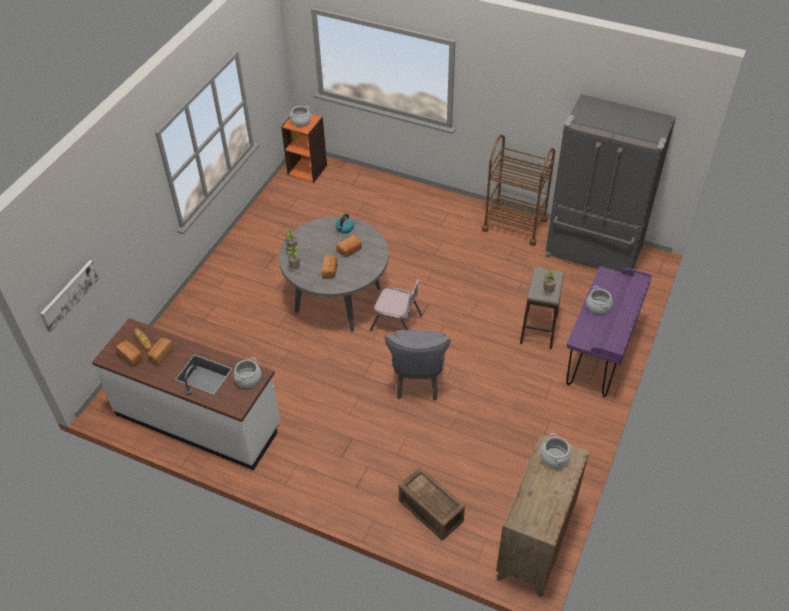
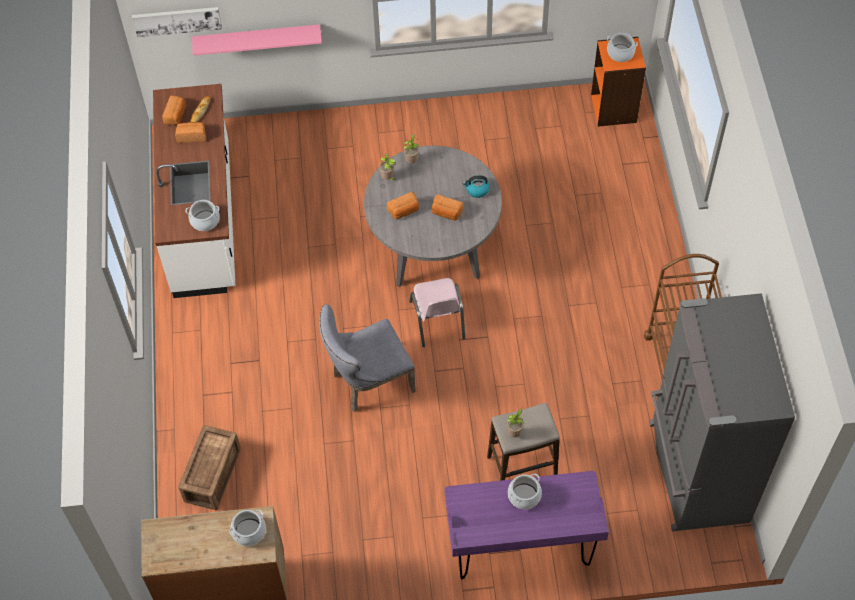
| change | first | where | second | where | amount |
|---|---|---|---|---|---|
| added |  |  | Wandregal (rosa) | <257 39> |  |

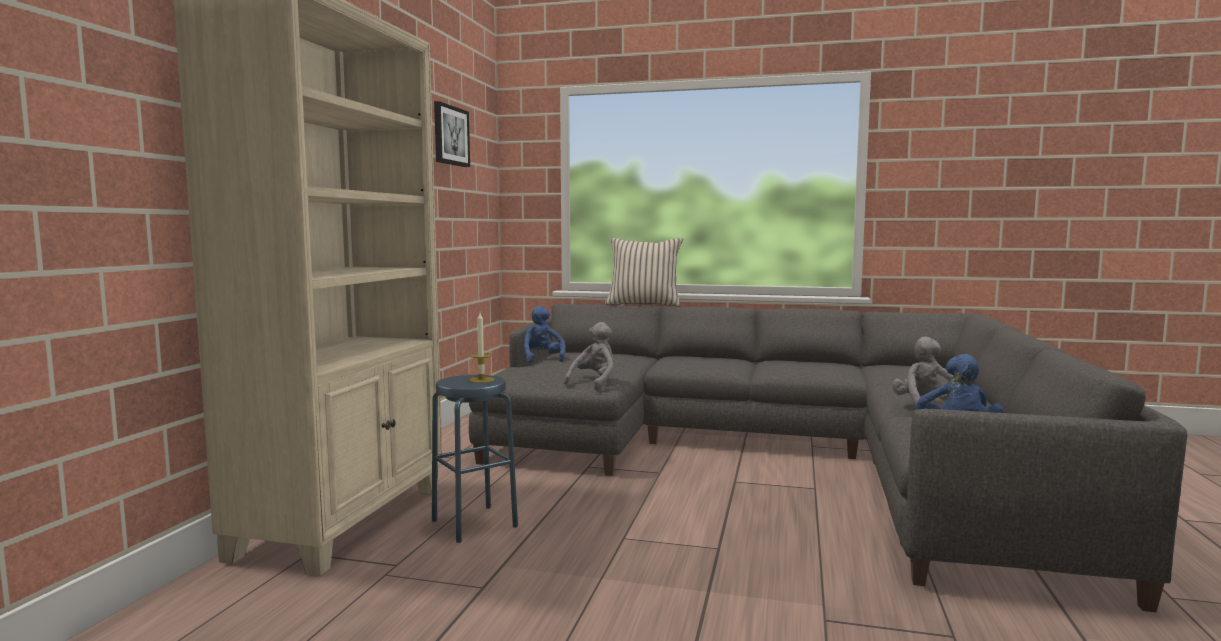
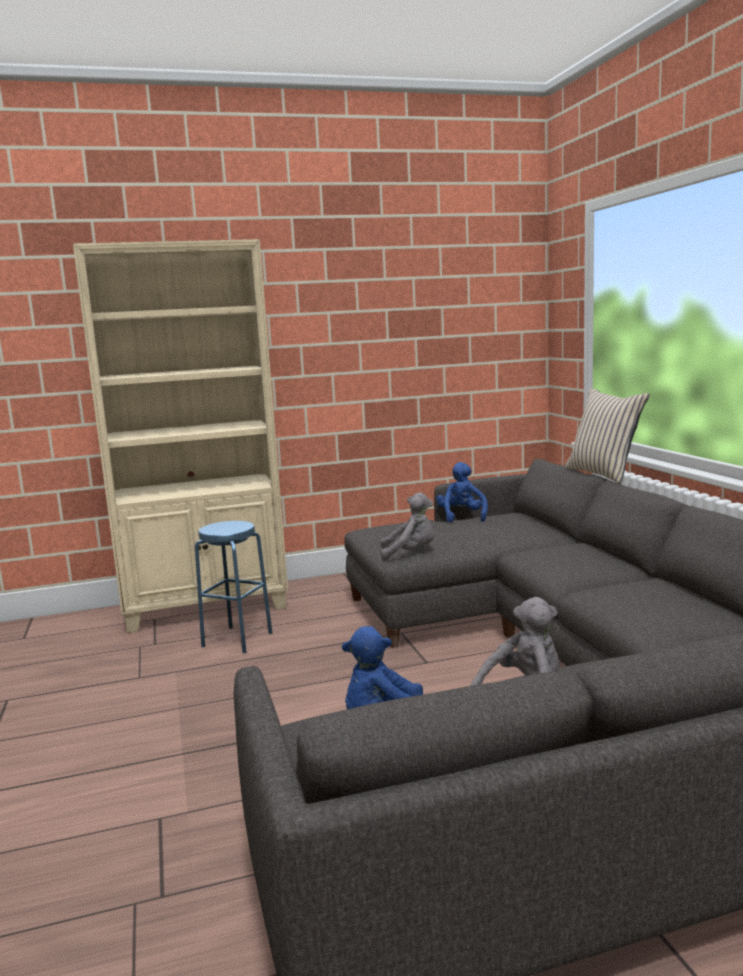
| change | first | where | second | where | amount |
|---|---|---|---|---|---|
| turned | Plüschtier (blau) | <540 359> |  | <462 517> | 45 degrees counterclockwise |
| removed | Bild | <450 135> |  |  |  |
| removed | Kerze | <481 380> |  |  |  |

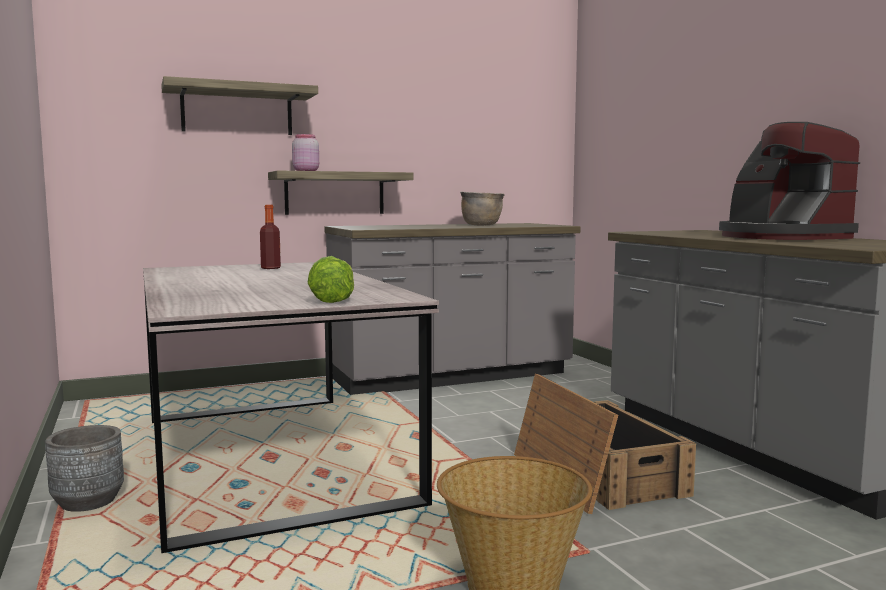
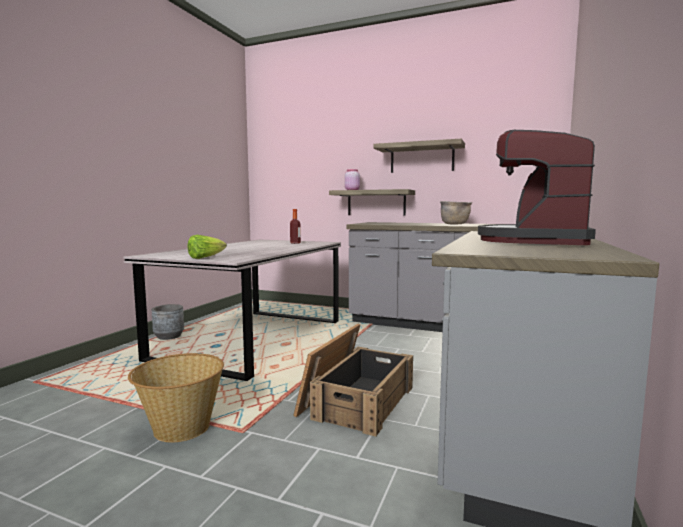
| change | first | where | second | where | amount |
|---|---|---|---|---|---|
| moved | Wandregal | <237 111> |  | <422 158> |  |

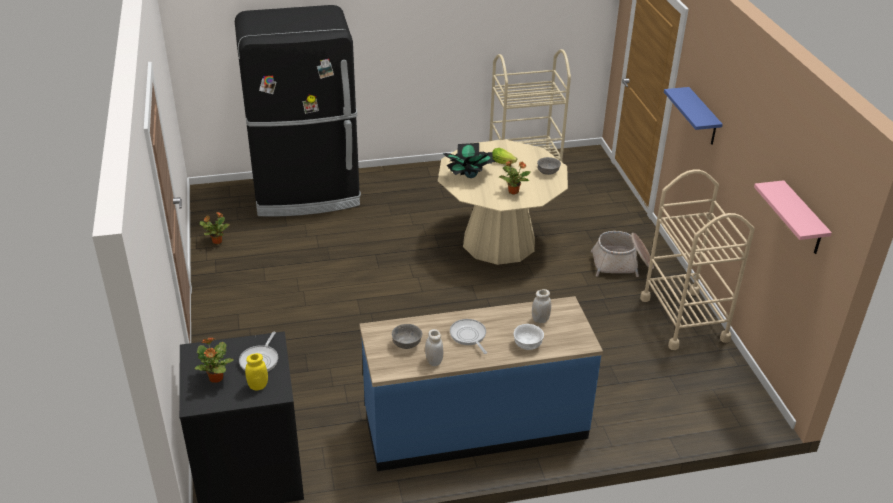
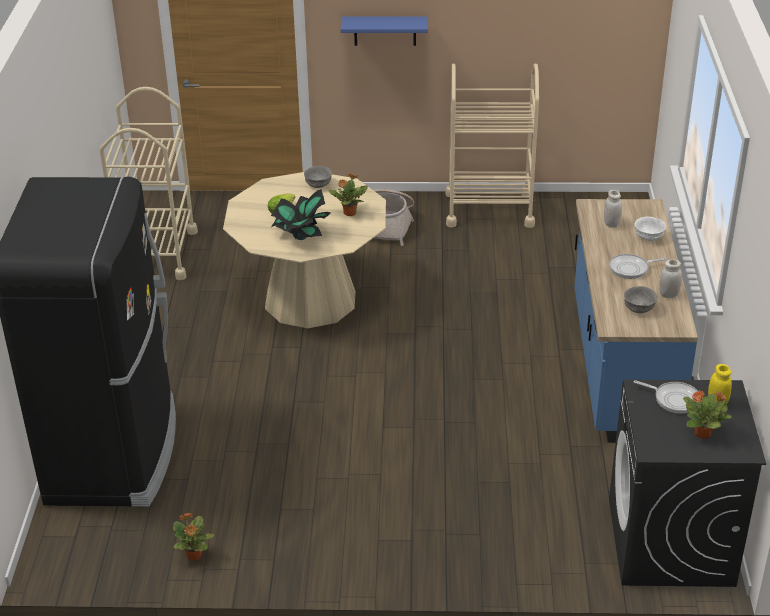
| change | first | where | second | where | amount |
|---|---|---|---|---|---|
| removed | Wandregal (rosa) | <803 219> |  |  |  |

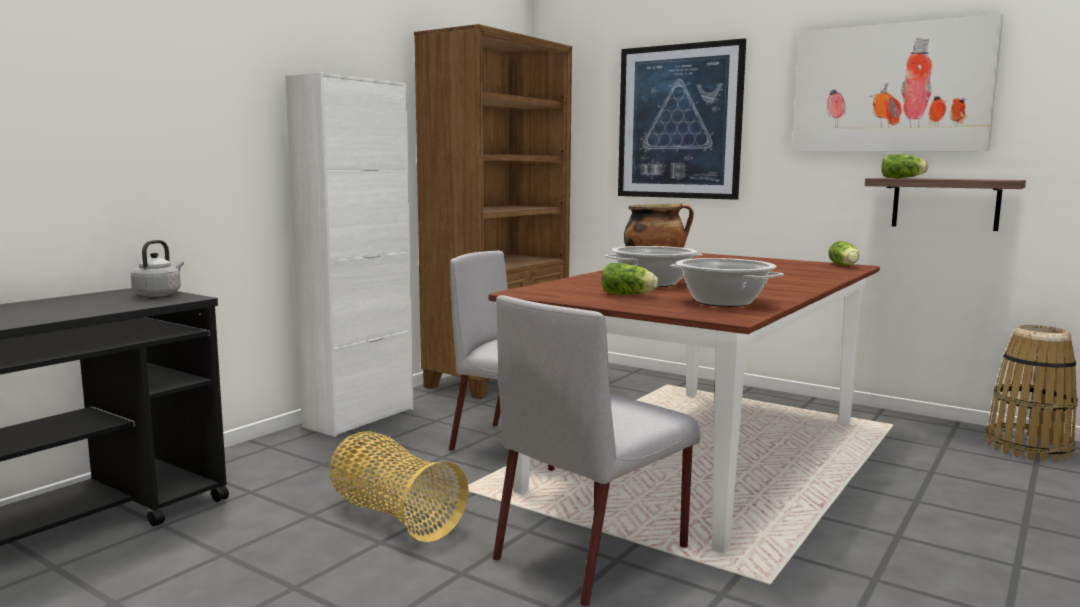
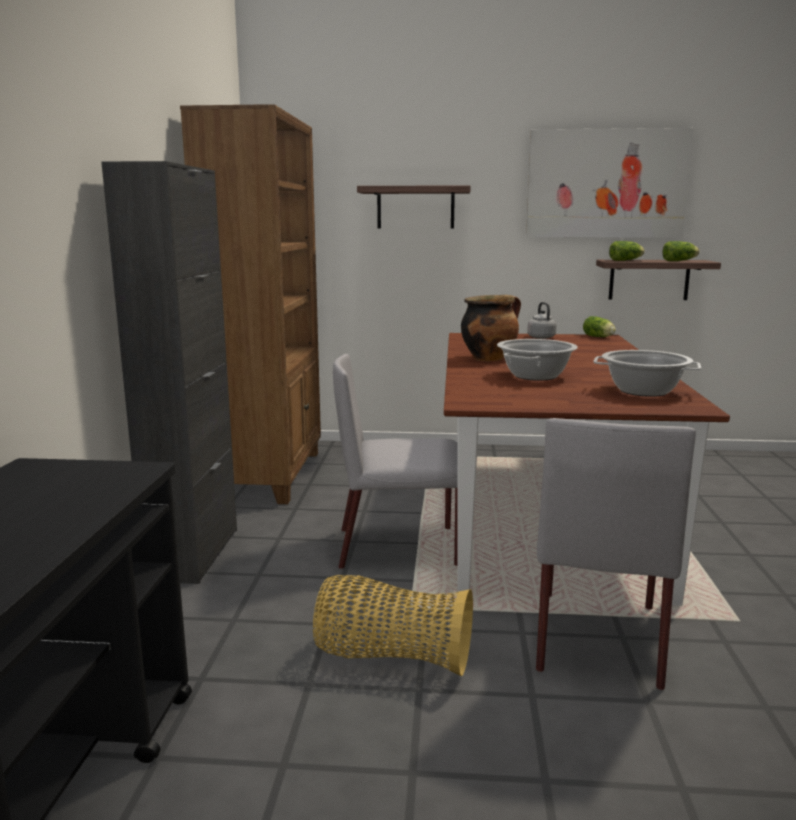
| change | first | where | second | where | amount |
|---|---|---|---|---|---|
| recoloured | Schrank (weiß) | <359 417> | Schrank (schwarz) | <194 554> |  |
| replaced | Bild | <679 122> | Wandregal | <415 208> |  |
| moved | Wasserkessel (grau) | <159 294> |  | <540 337> |  |
| moved | Salatkopf | <629 294> |  | <680 261> |  |
| removed | Korb | <1028 448> |  |  |  |

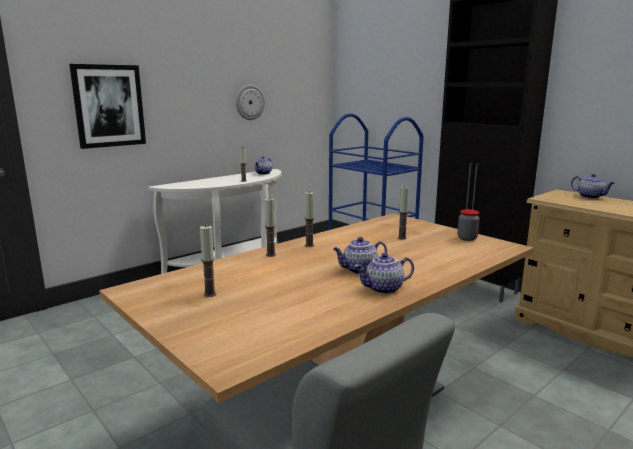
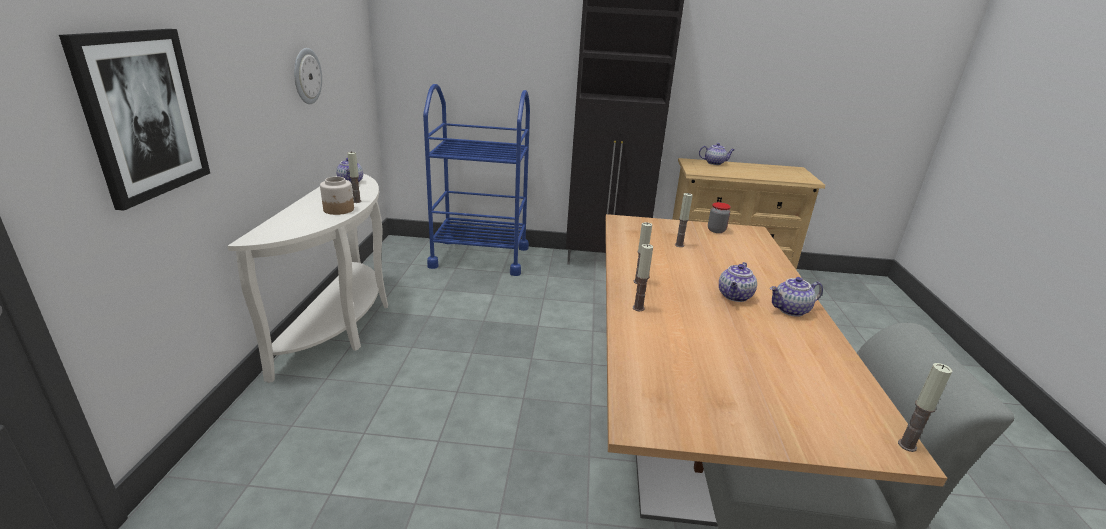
| change | first | where | second | where | amount |
|---|---|---|---|---|---|
| added |  |  | Vorratsglas | <339 209> |  |
| turned | Teekanne | <384 289> |  | <791 310> | 45 degrees clockwise |
| moved | Kerze | <210 294> |  | <907 445> |  |

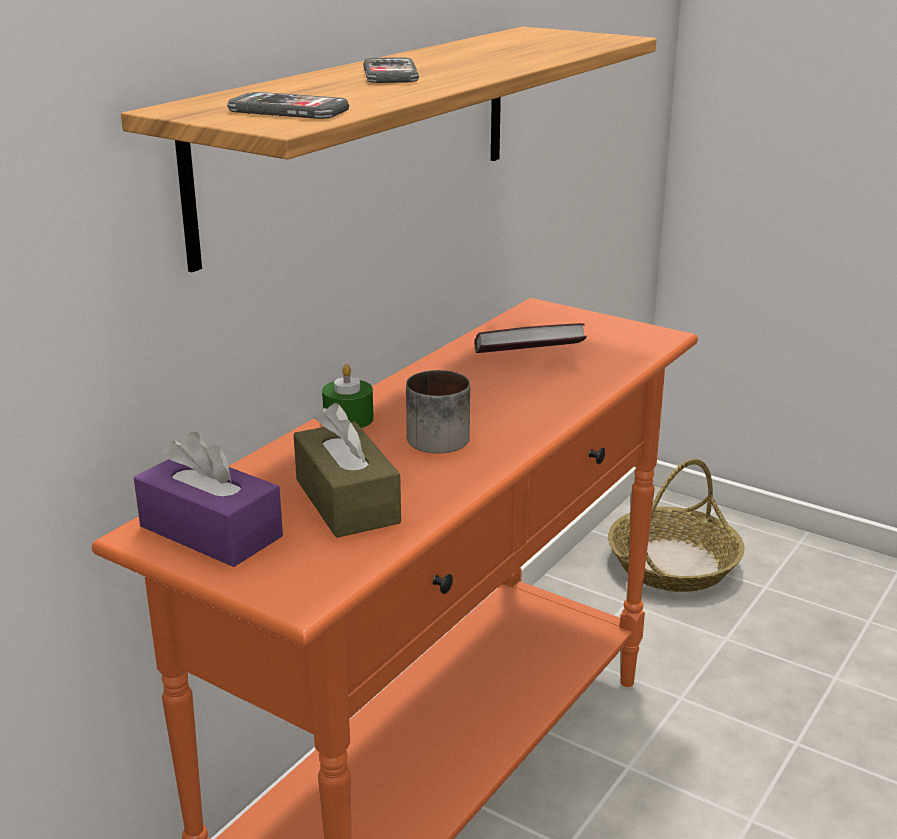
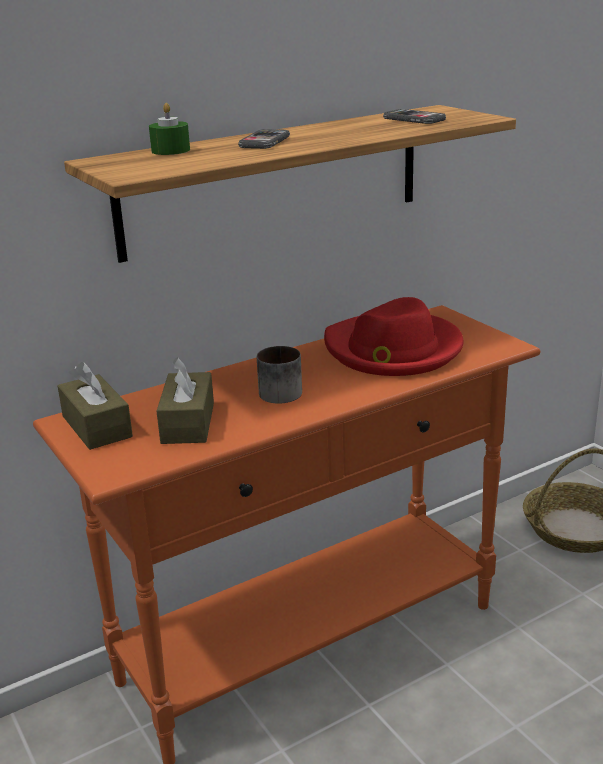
| change | first | where | second | where | amount |
|---|---|---|---|---|---|
| recoloured | Taschentuchbox (lila) | <211 531> | Taschentuchbox (braun) | <97 426> |  |
| moved | Kerze (grün) | <348 419> |  | <170 150> |  |
| replaced | Buch | <528 361> | Hut (rot) | <393 350> |  |
| moved | Handy | <288 110> |  | <414 119> |  |

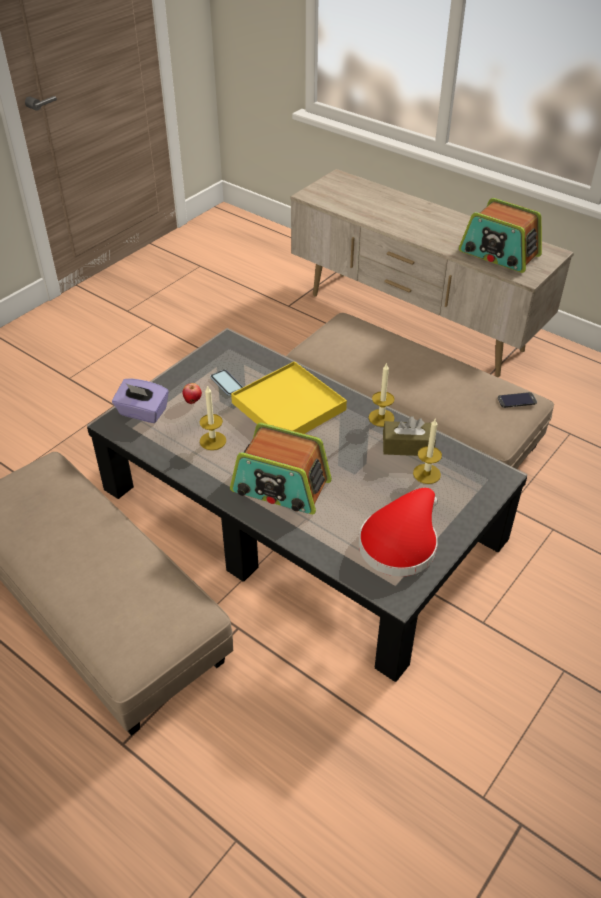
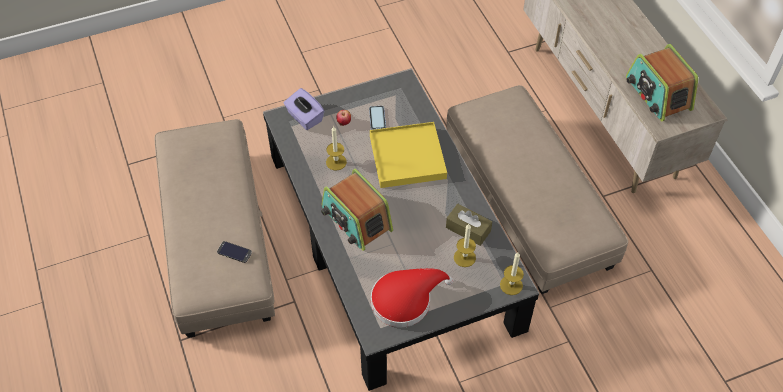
| change | first | where | second | where | amount |
|---|---|---|---|---|---|
| moved | Handy | <517 400> |  | <234 252> |  |
| moved | Kerze | <381 418> |  | <511 285> |  |

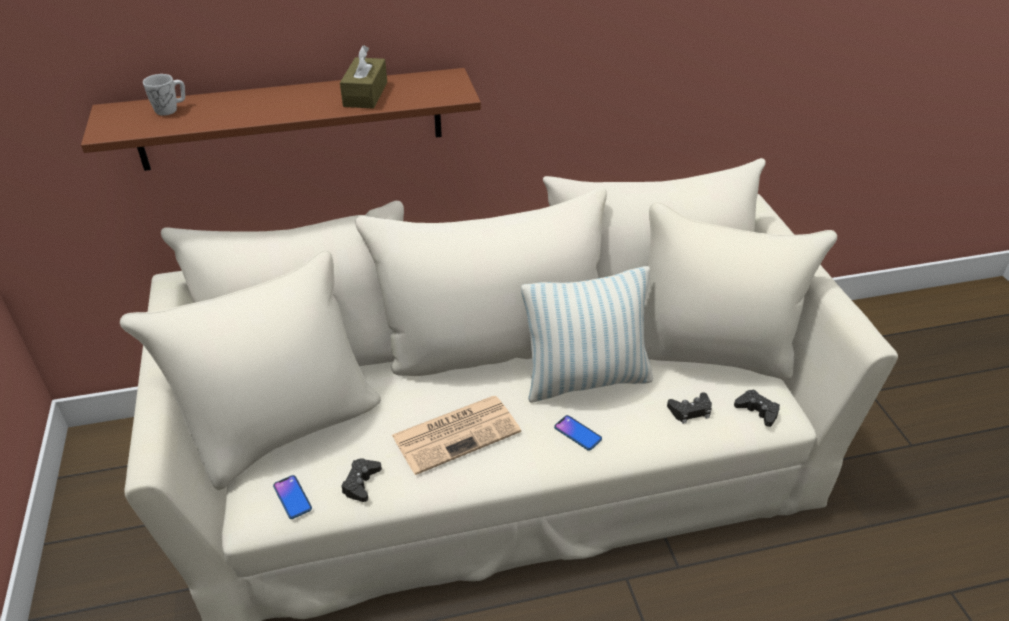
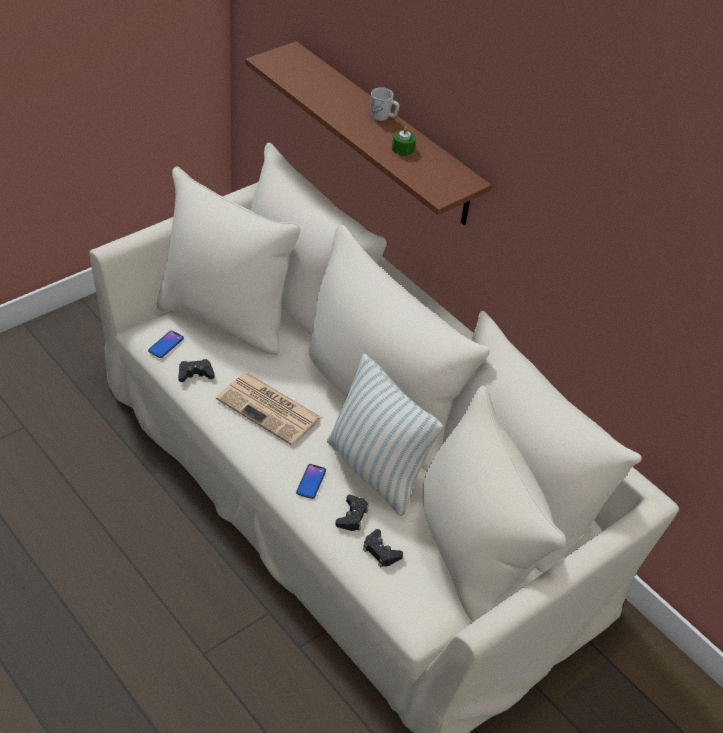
| change | first | where | second | where | amount |
|---|---|---|---|---|---|
| moved | Gamepad (schwarz) | <757 411> |  | <352 516> |  |
| moved | Henkelbecher (weiß) | <171 109> |  | <383 117> |  |
| replaced | Taschentuchbox (braun) | <365 94> | Kerze (grün) | <403 149> |  |

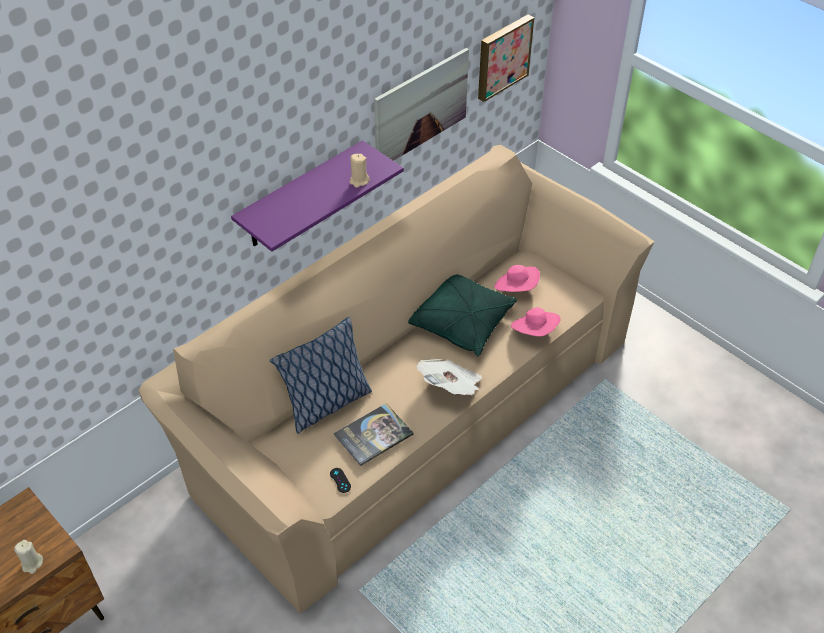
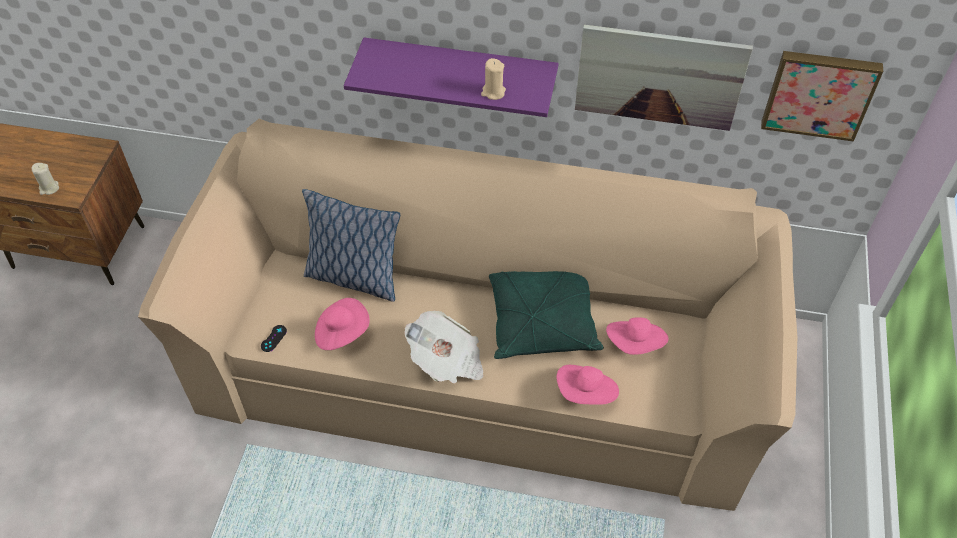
| change | first | where | second | where | amount |
|---|---|---|---|---|---|
| replaced | Buch | <373 435> | Hut (rosa) | <342 332> |  |

